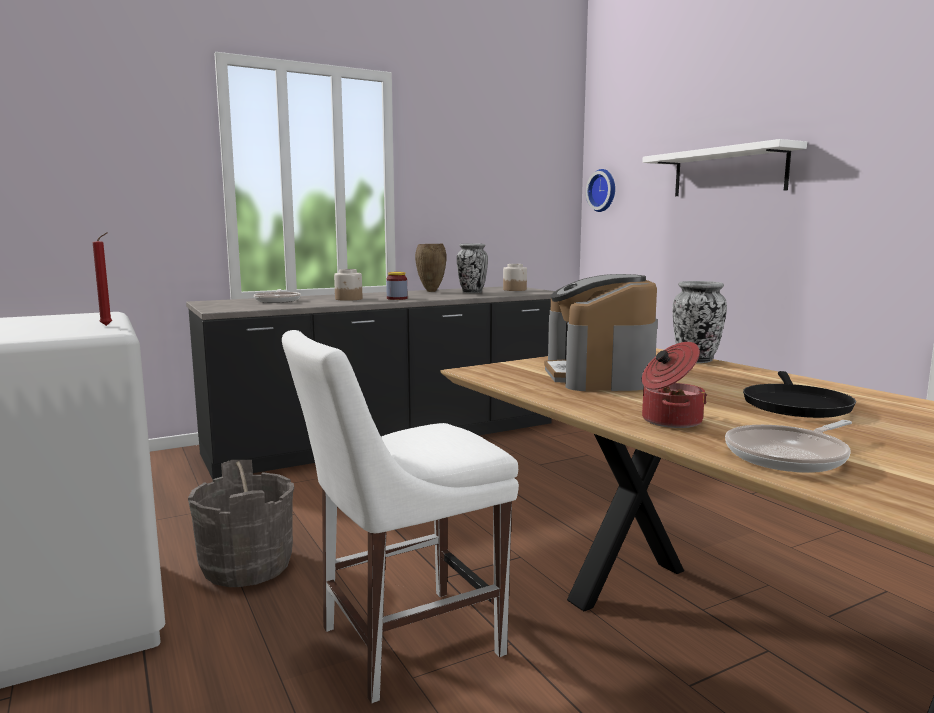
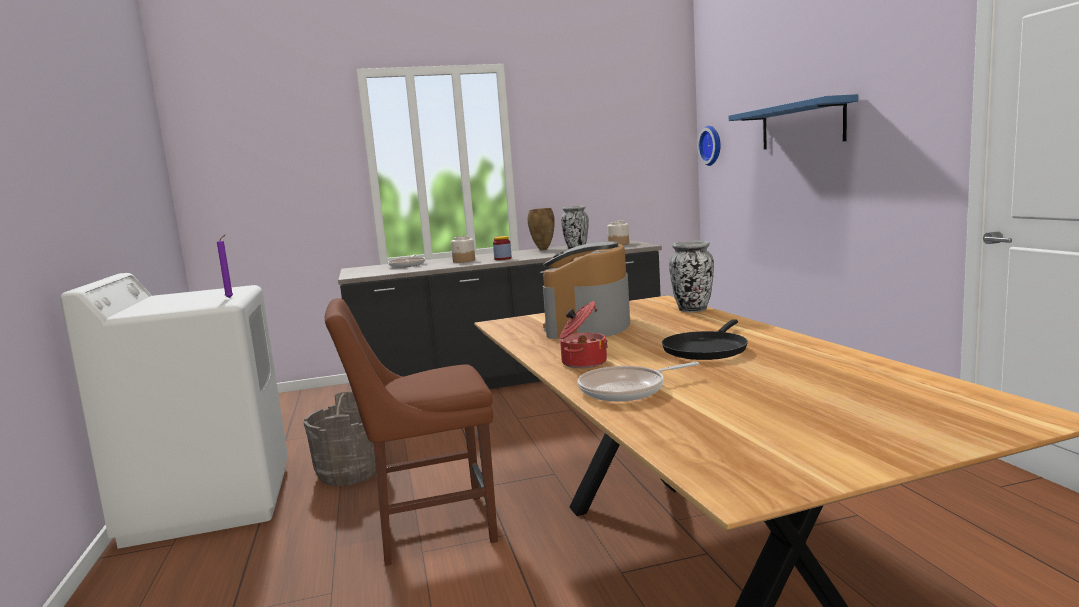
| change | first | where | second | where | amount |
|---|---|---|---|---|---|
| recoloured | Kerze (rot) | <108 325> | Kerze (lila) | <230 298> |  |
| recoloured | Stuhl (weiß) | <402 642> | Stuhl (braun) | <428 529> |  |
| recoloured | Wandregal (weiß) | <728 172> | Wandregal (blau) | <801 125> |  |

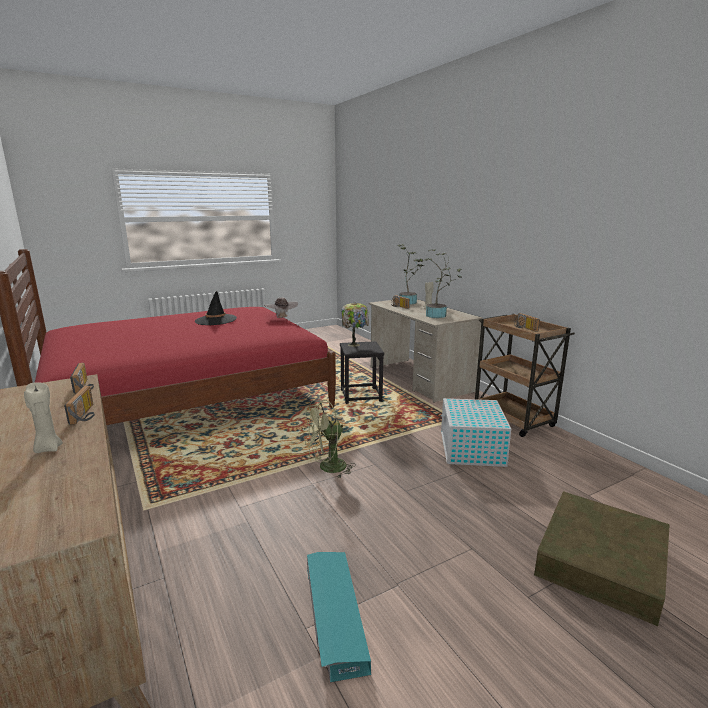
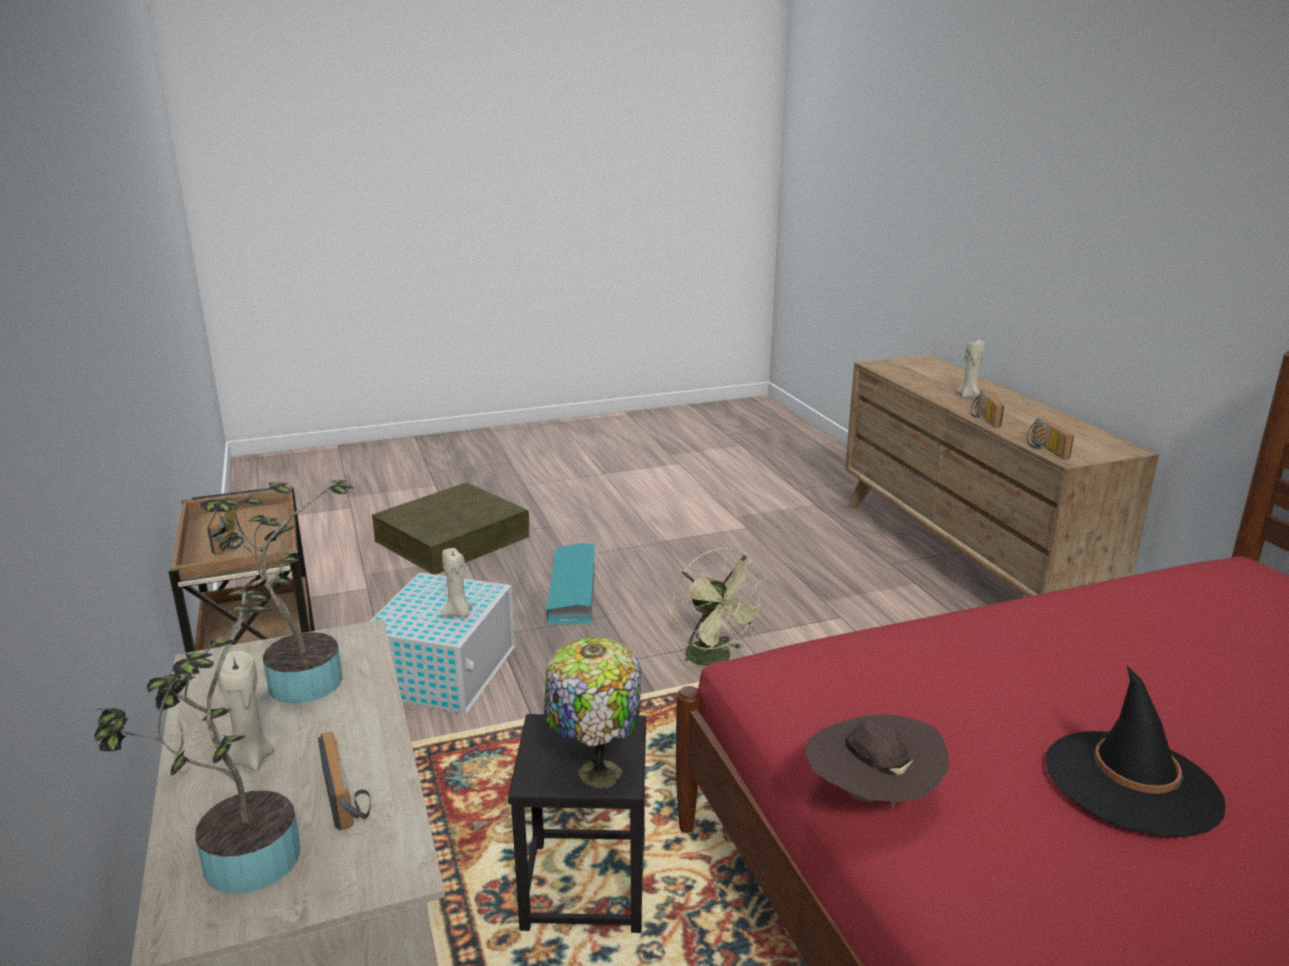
| change | first | where | second | where | amount |
|---|---|---|---|---|---|
| added |  |  | Kerze (beige) | <458 613> |  |
| moved | Aufbewahrungsbox (türkis) | <334 616> |  | <573 591> |  |
| turned | Ventilator (grün) | <327 468> |  | <715 659> | 75 degrees clockwise |

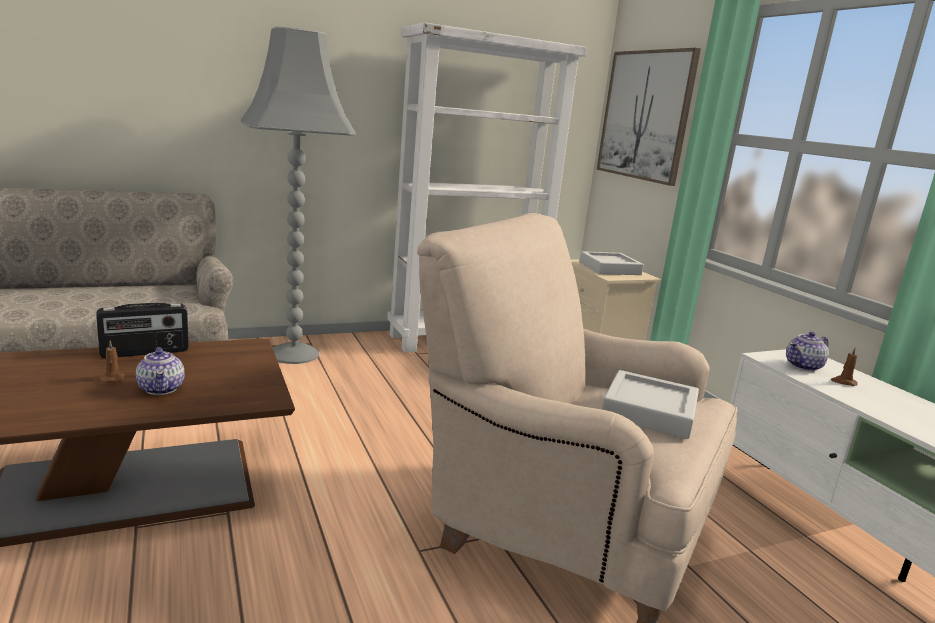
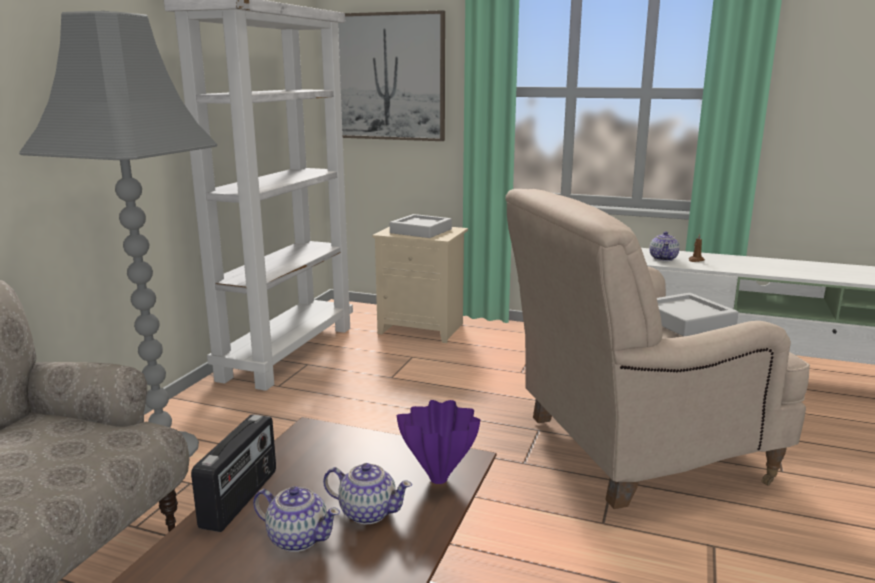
| change | first | where | second | where | amount |
|---|---|---|---|---|---|
| replaced | Kerze (braun) | <113 378> | Teekanne | <297 538> |  |
| added |  |  | Vase (lila) | <440 479> |  |

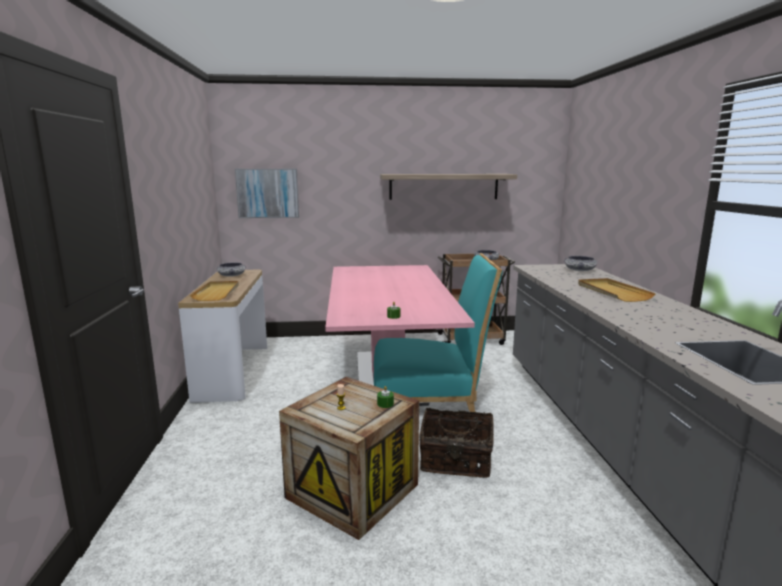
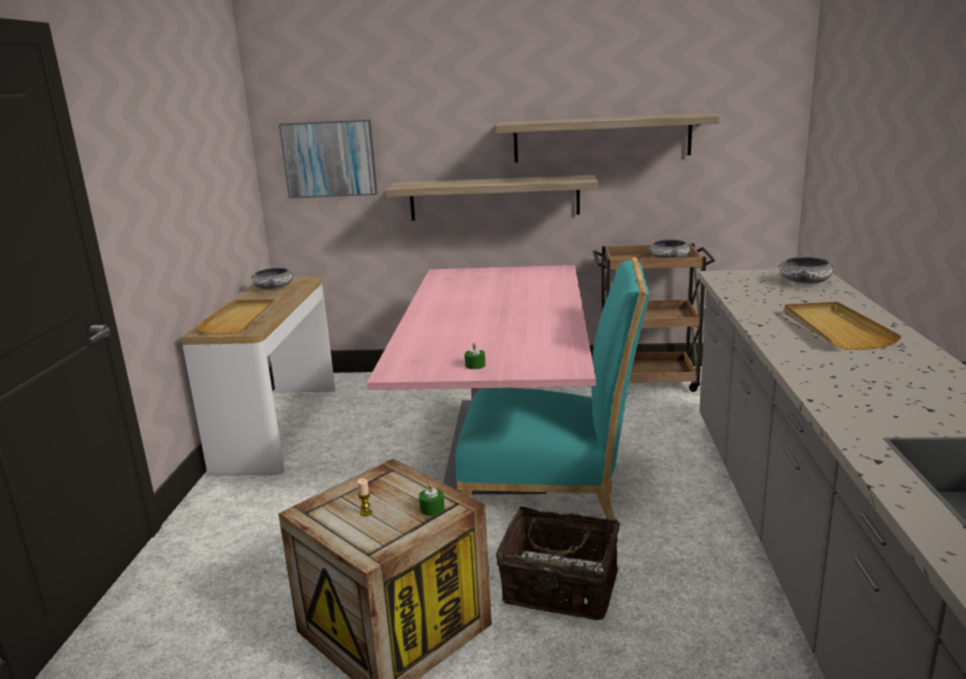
| change | first | where | second | where | amount |
|---|---|---|---|---|---|
| added |  |  | Wandregal | <494 198> |  |

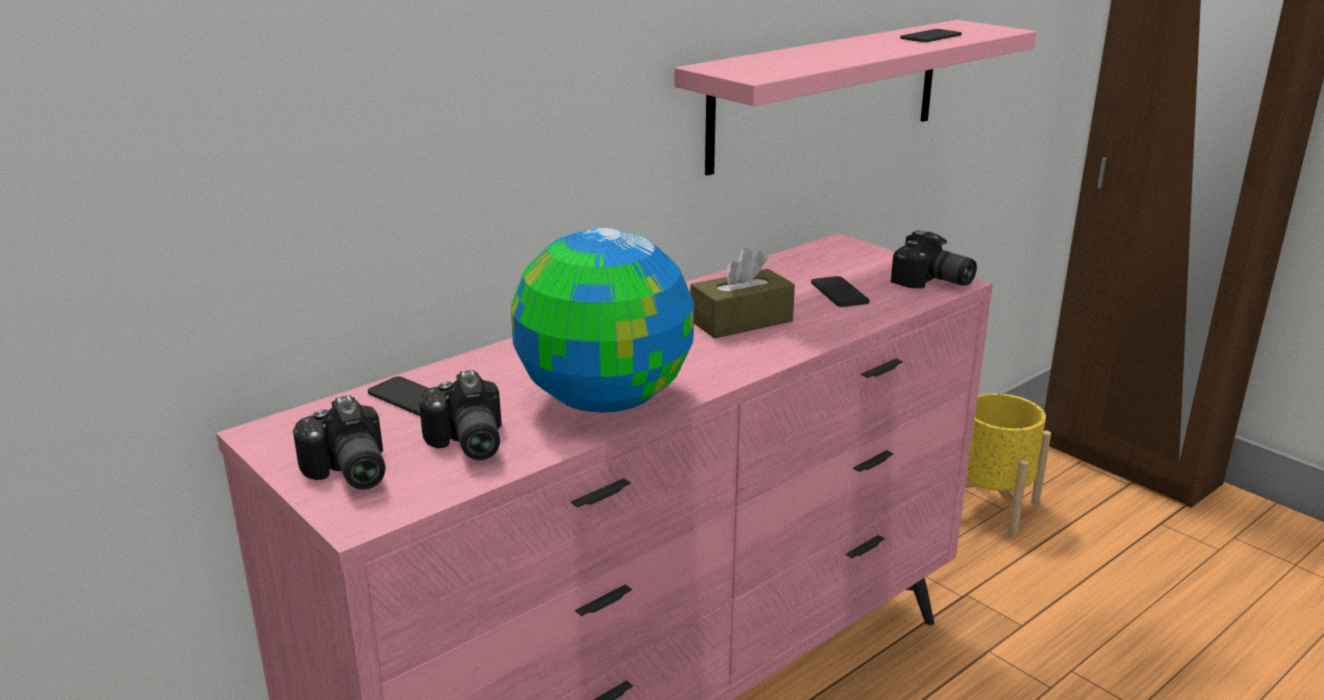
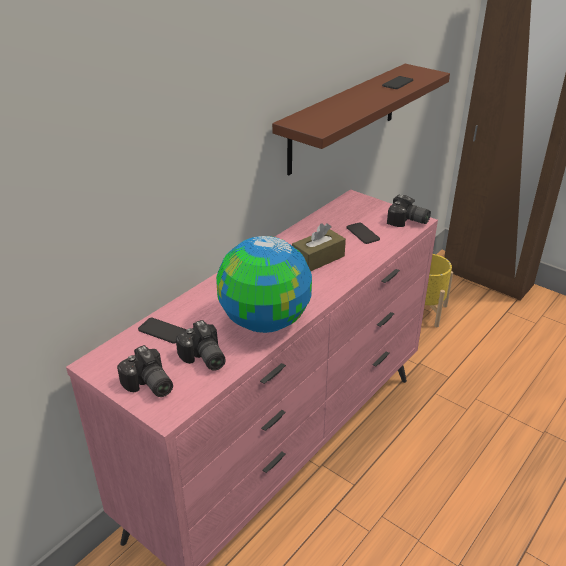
| change | first | where | second | where | amount |
|---|---|---|---|---|---|
| recoloured | Wandregal (rosa) | <827 93> | Wandregal (braun) | <344 117> |  |

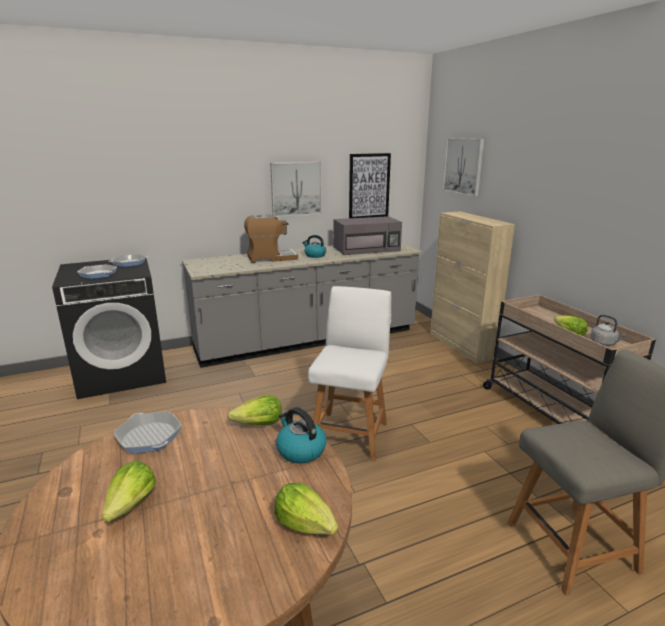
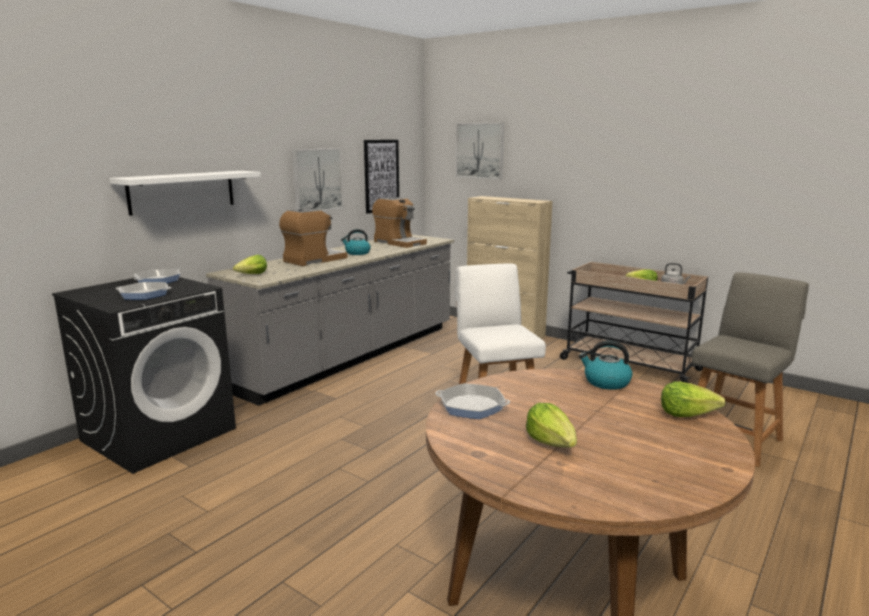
| change | first | where | second | where | amount |
|---|---|---|---|---|---|
| added |  |  | Wandregal (weiß) | <182 191> |  |
| moved | Salatkopf | <258 424> |  | <252 275> |  |
| replaced | Mikrowelle (grau) | <367 249> | Kaffeemaschine | <399 242> |  |

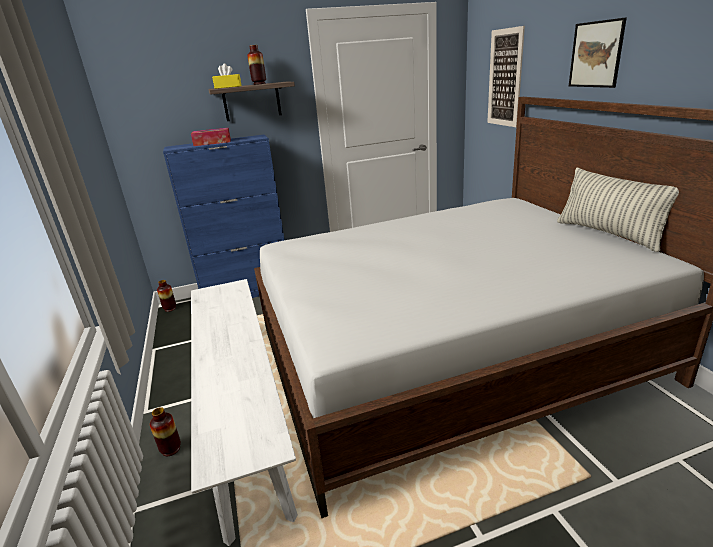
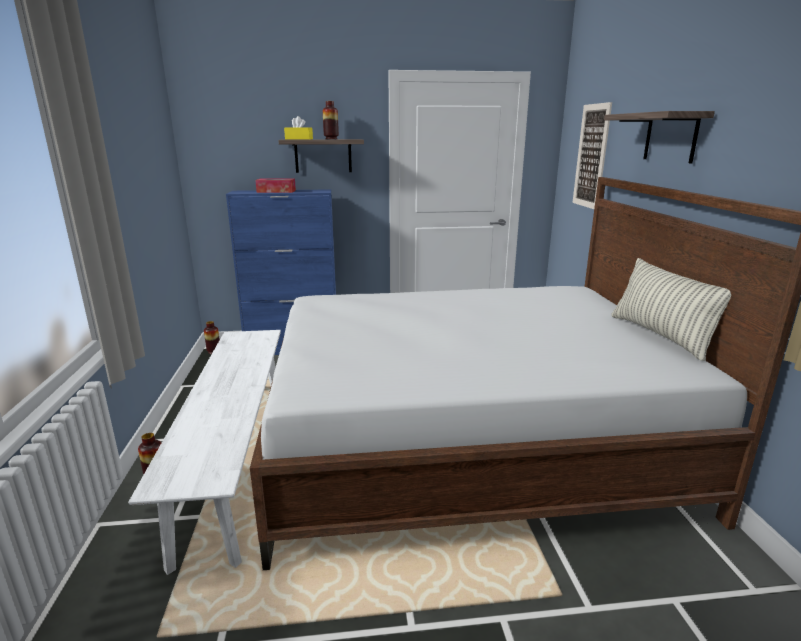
| change | first | where | second | where | amount |
|---|---|---|---|---|---|
| replaced | Bild | <596 54> | Wandregal | <670 137> |  |

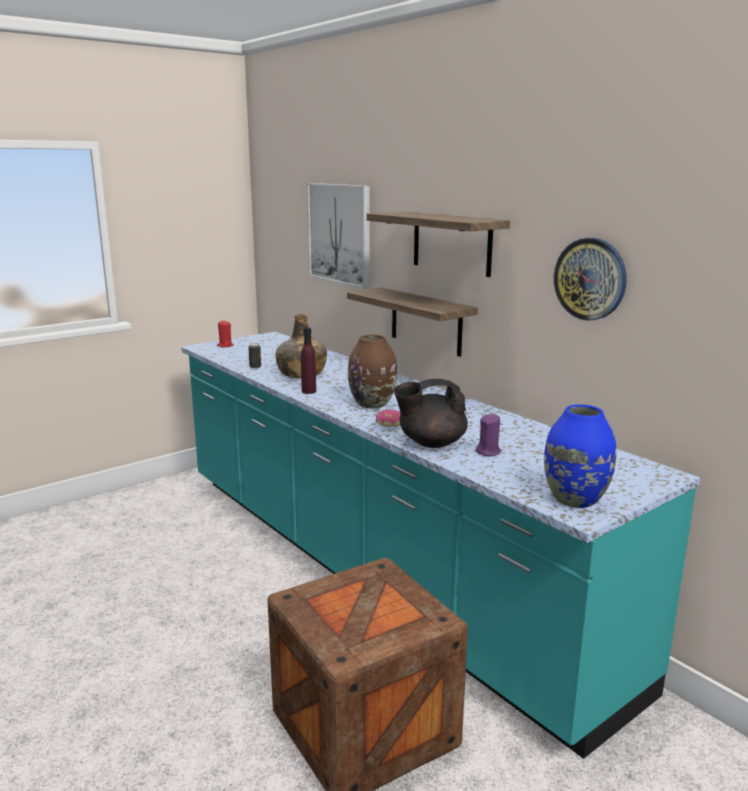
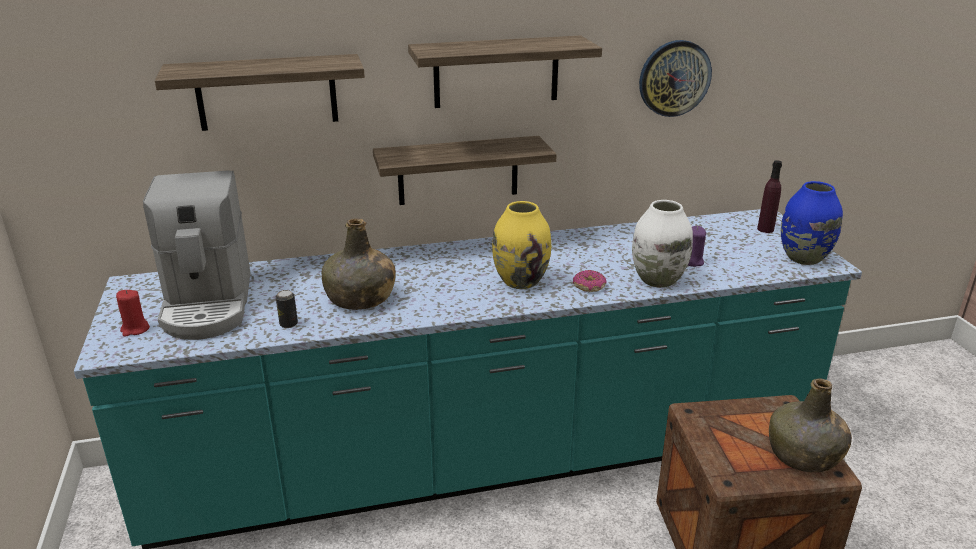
| change | first | where | second | where | amount |
|---|---|---|---|---|---|
| added |  |  | Kaffeemaschine | <208 304> |  |
| replaced | Bild | <340 234> | Wandregal | <267 92> |  |
| recoloured | Vase (braun) | <372 404> | Vase (gelb) | <520 281> |  |
| replaced | Teekanne (schwarz) | <431 443> | Vase (weiß) | <657 280> |  |
| moved | Flasche (lila) | <309 391> |  | <765 229> |  |
| added |  |  | Flasche (grün) | <804 455> |  |

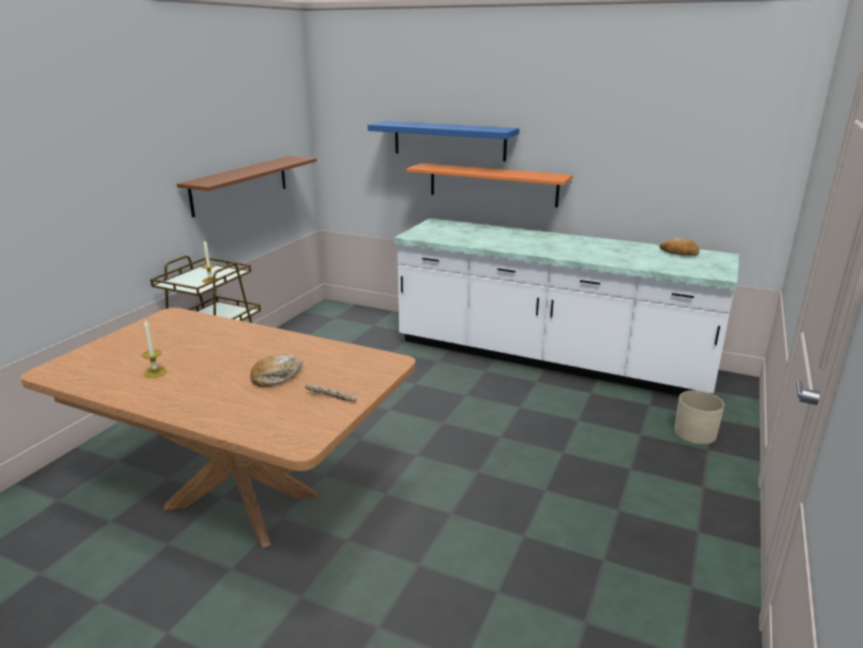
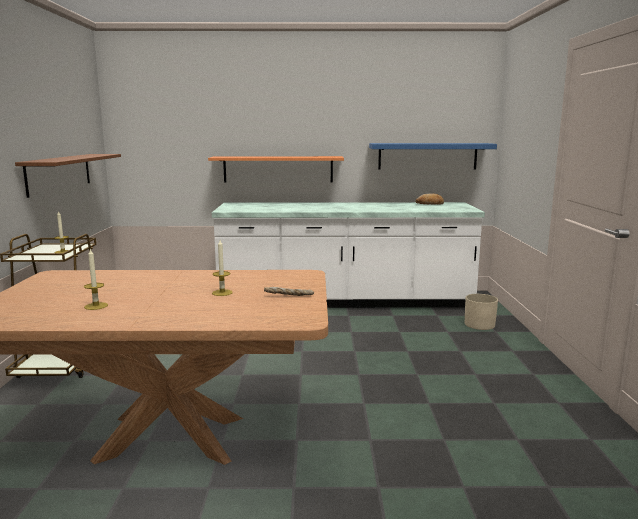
| change | first | where | second | where | amount |
|---|---|---|---|---|---|
| replaced | Brot | <277 377> | Kerze | <222 293> |  |
| moved | Wandregal (blau) | <449 140> |  | <427 156> |  |

